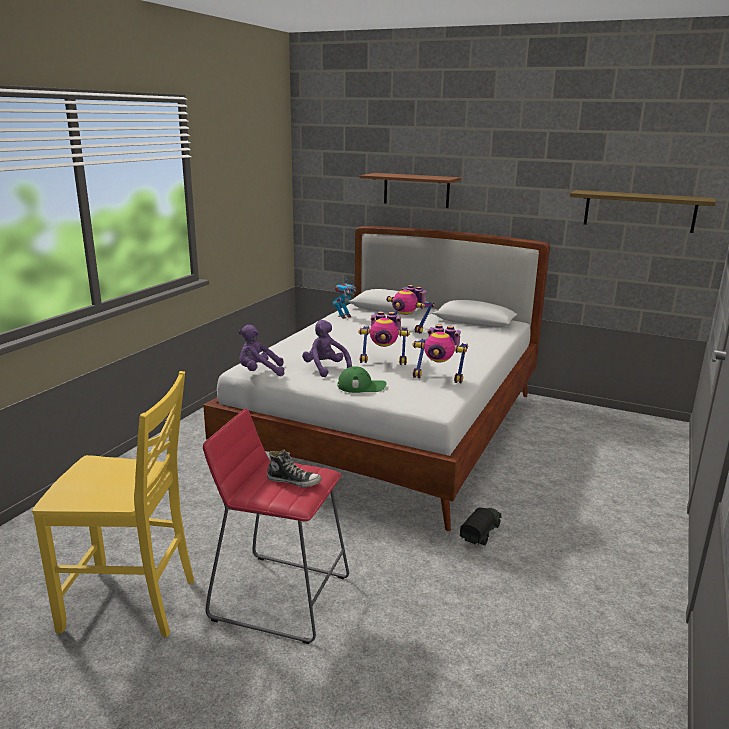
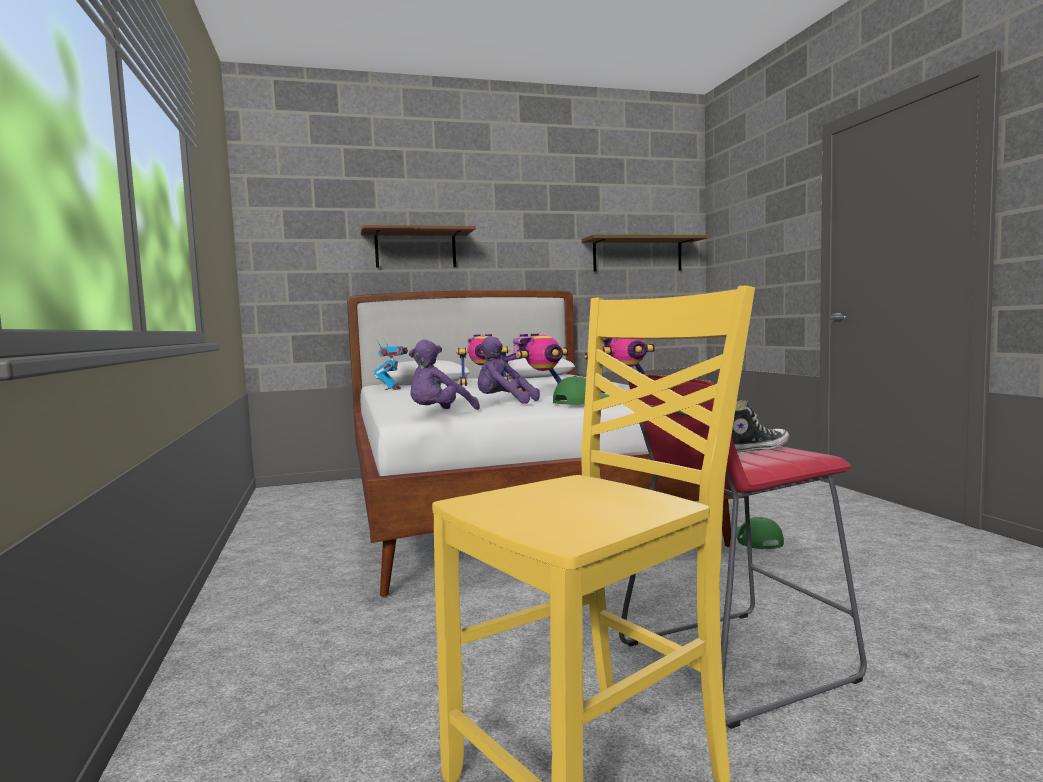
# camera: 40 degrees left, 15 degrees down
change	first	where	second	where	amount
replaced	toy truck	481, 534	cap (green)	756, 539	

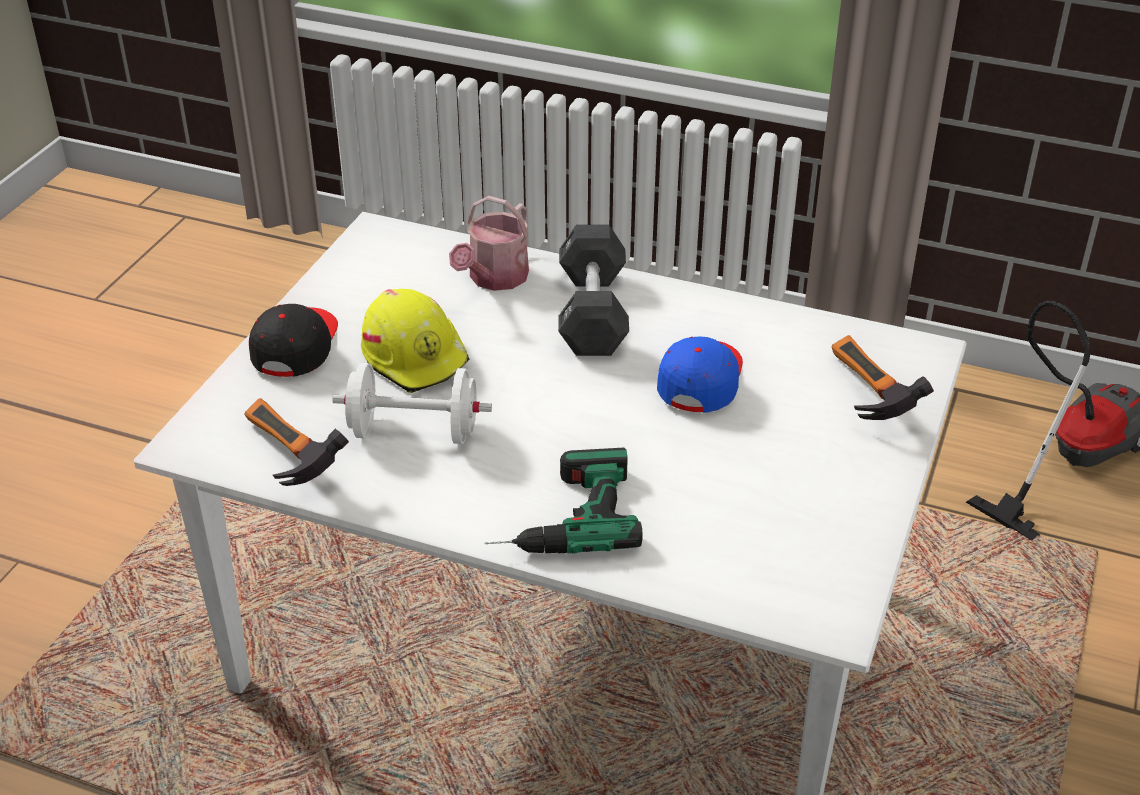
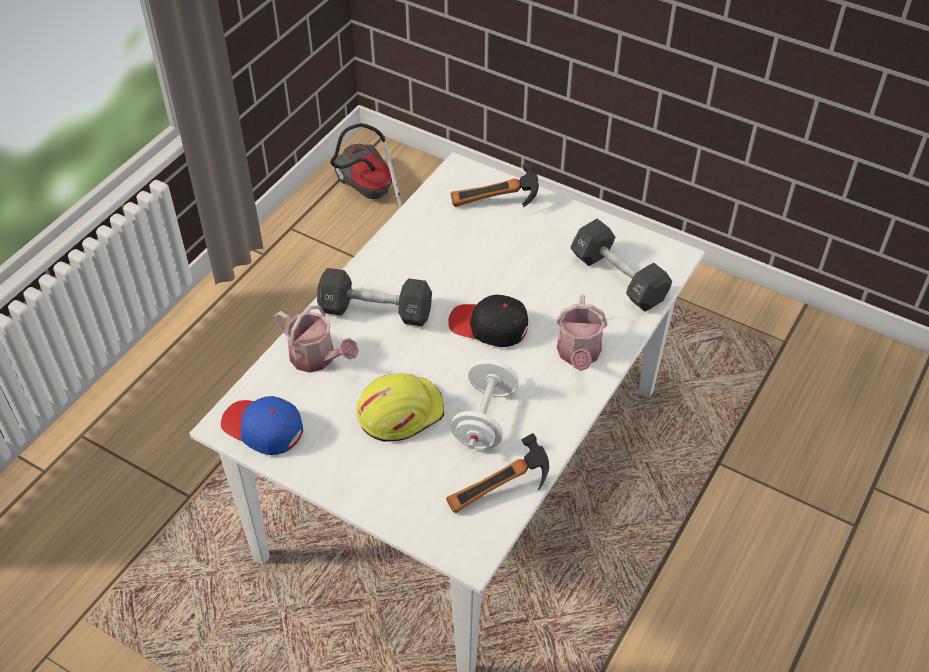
# camera: 80 degrees left, 10 degrees up
change	first	where	second	where	amount
moved	cap (black)	295, 346		489, 326	
moved	cap (blue-coloured)	700, 380		263, 429	
replaced	drill	559, 516	watering pot	578, 355	
added			hand weight (black)	618, 278	

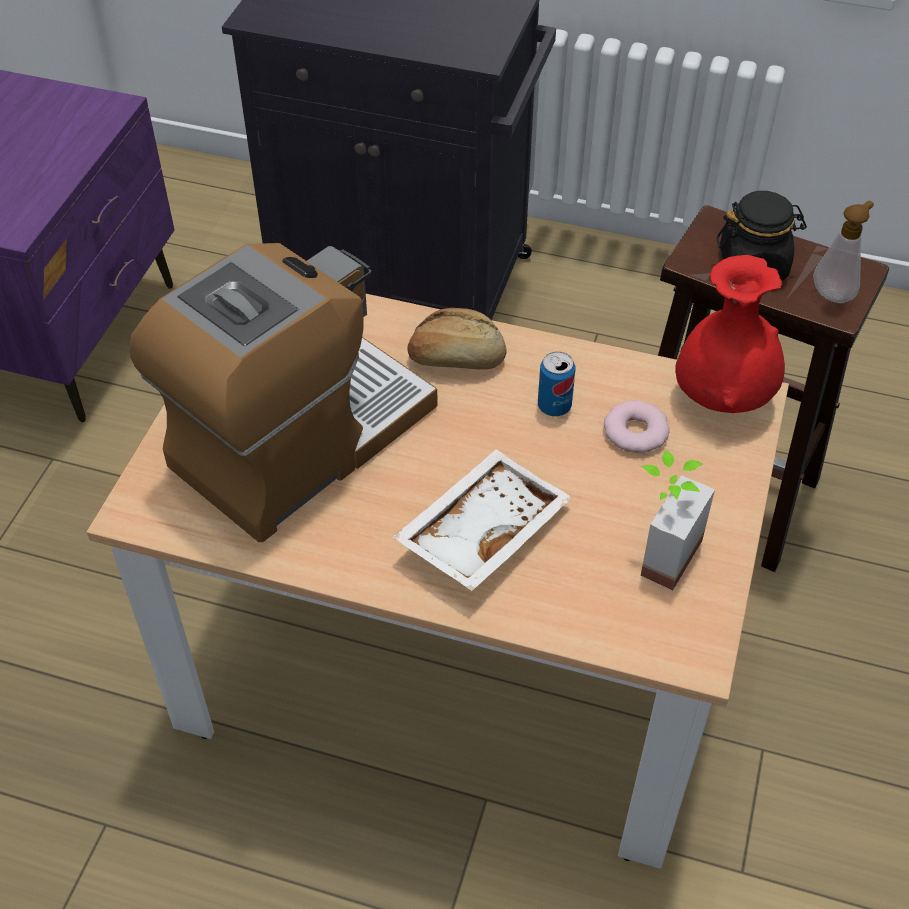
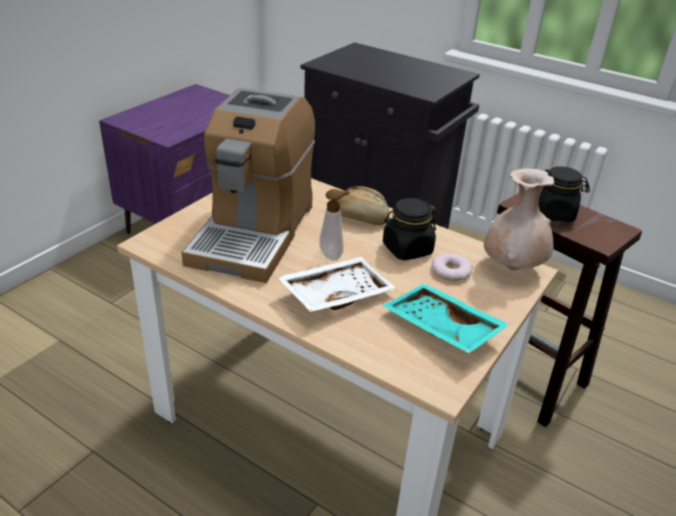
# camera: 15 degrees right, 15 degrees down
change	first	where	second	where	amount
moved	liquid soap bottle	834, 293		333, 255	
turned	coffee brewer	299, 440		254, 232	135 degrees clockwise
recoloured	flower vase (red-coloured)	722, 398	flower vase (beige-coloured)	512, 267	
replaced	can	554, 406	preserve jar (black)	407, 249	
replaced	potted plant	657, 551	tray (turquoise)	440, 329	

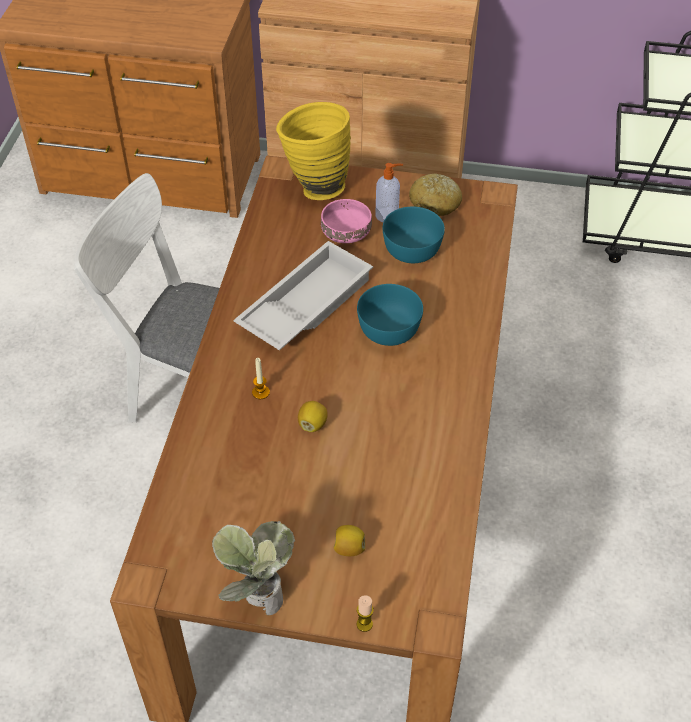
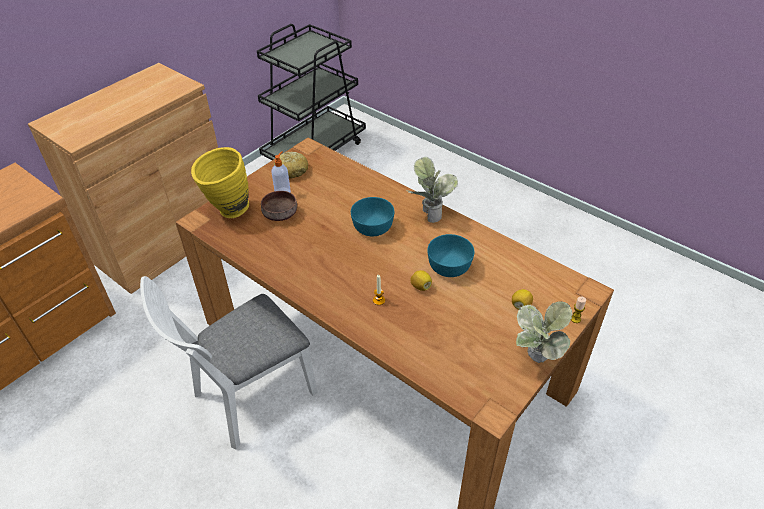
# camera: 60 degrees left, 5 degrees down
change	first	where	second	where	amount
recoloured	bowl (pink)	346, 231	bowl (brownish)	279, 213	
moved	bowl (turquoise)	411, 249		449, 266	
removed	tray (whitish)	304, 304			
added			potted plant	429, 213	

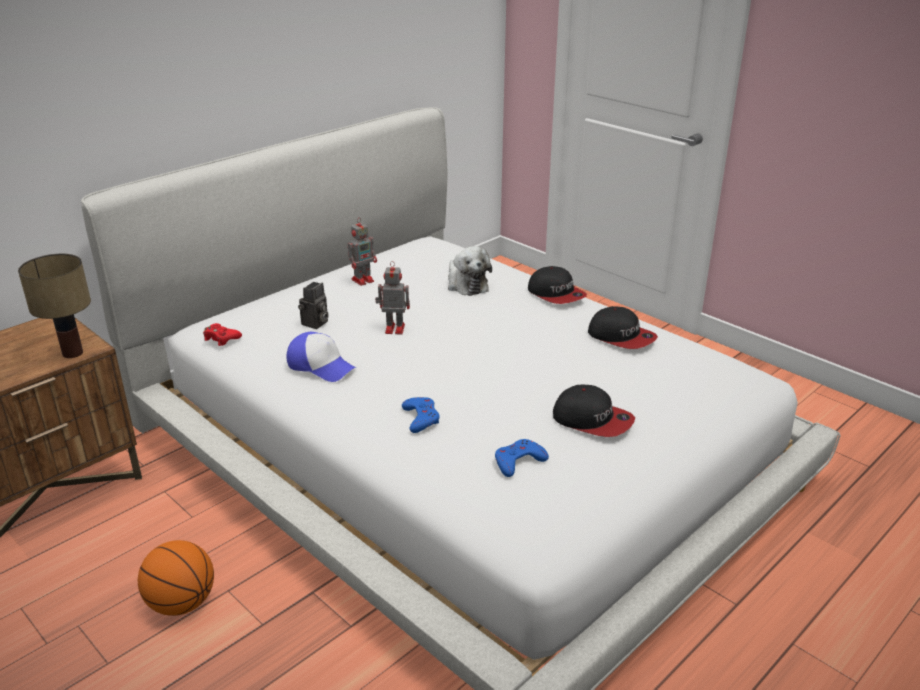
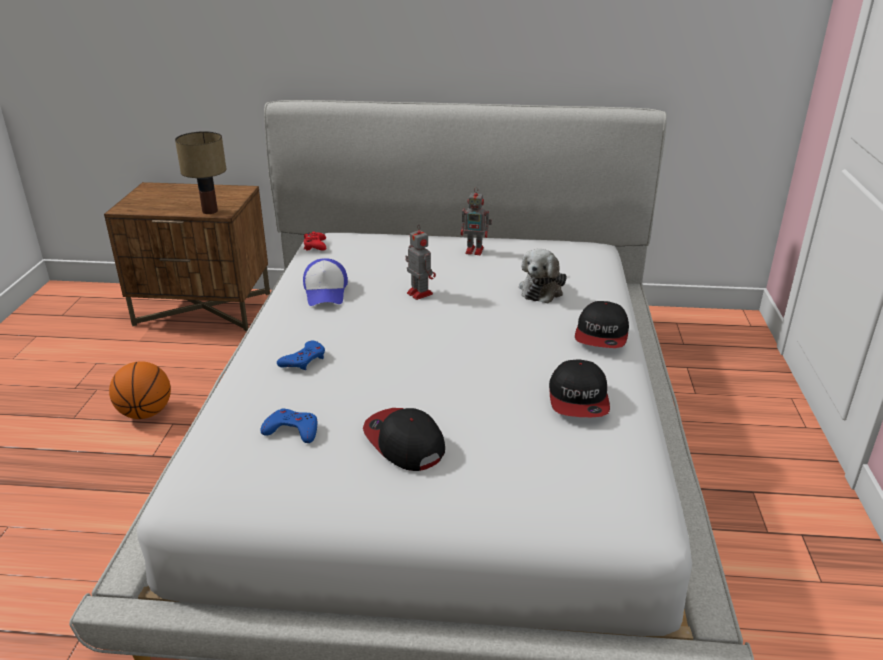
# camera: 50 degrees right, 0 degrees up
change	first	where	second	where	amount
removed	still camera	315, 324			
turned	cap	592, 420		403, 442	150 degrees clockwise

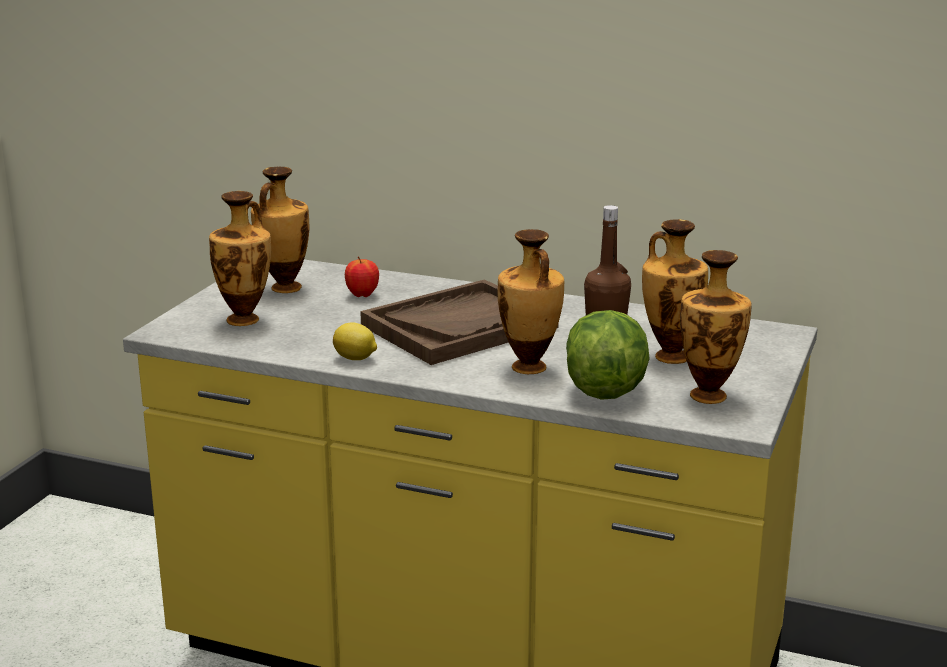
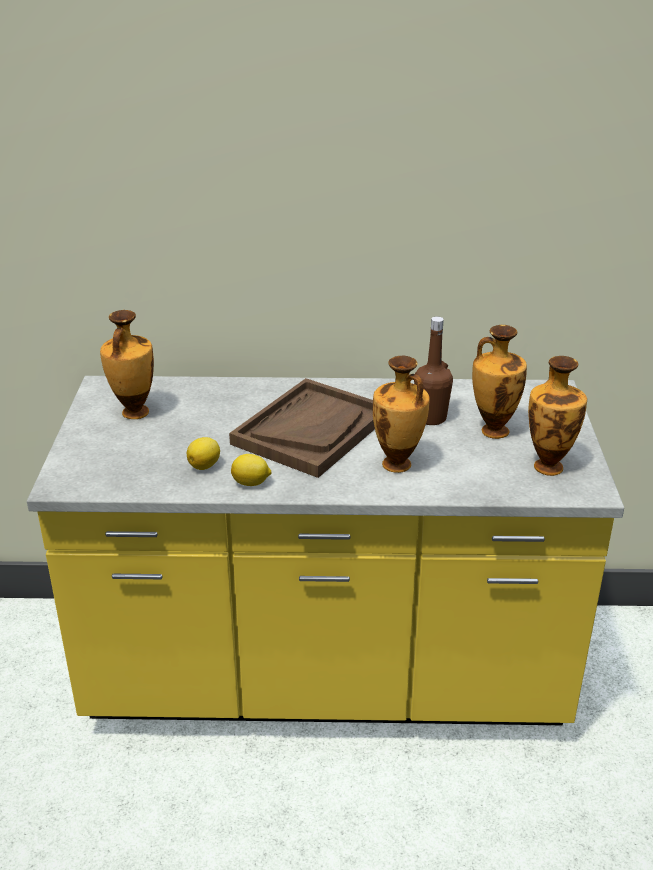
# camera: 20 degrees left, 10 degrees up
change	first	where	second	where	amount
removed	flower vase	245, 319			
removed	apple	362, 295			
removed	lettuce	605, 387			
added			lemon	205, 465	

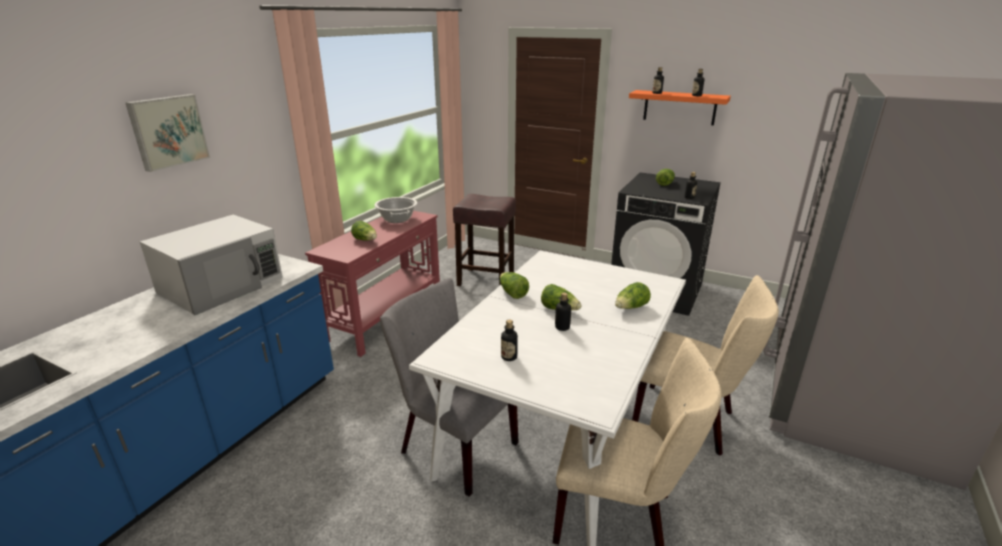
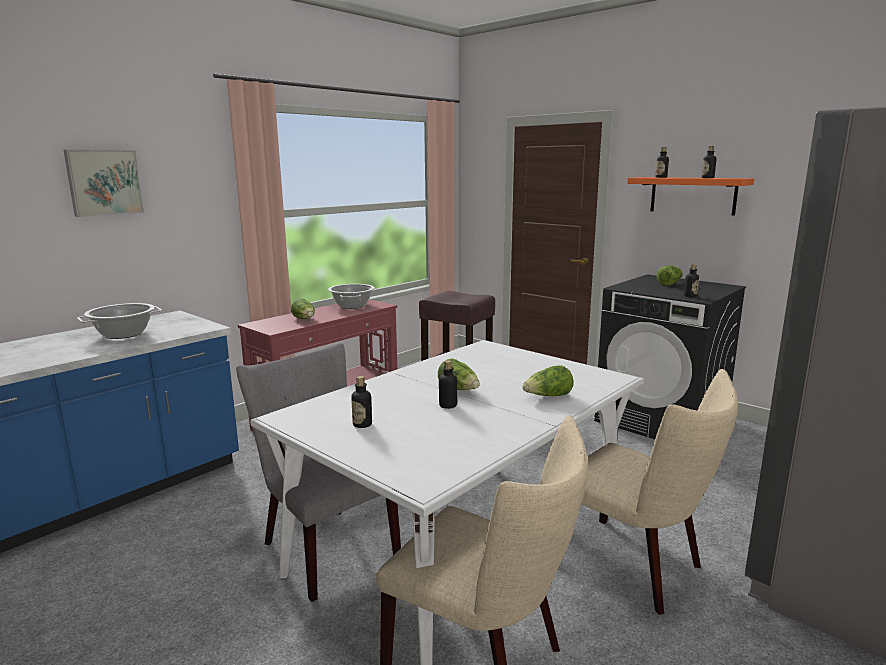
# camera: 15 degrees right, 10 degrees down
change	first	where	second	where	amount
replaced	microwave oven (whitish)	222, 285	saucepot	124, 334	
removed	lettuce	512, 293			

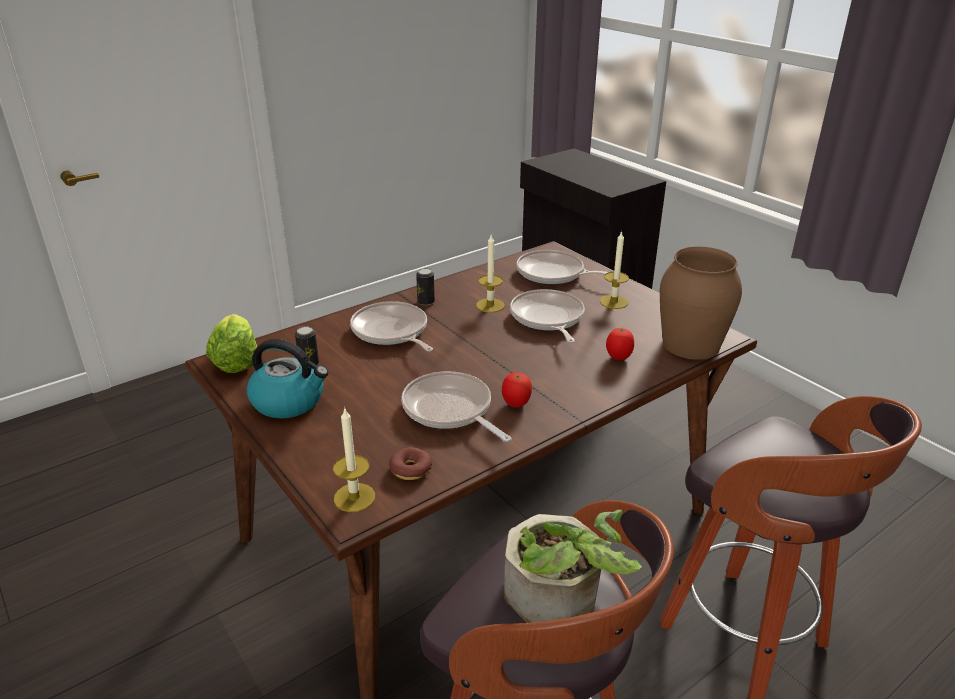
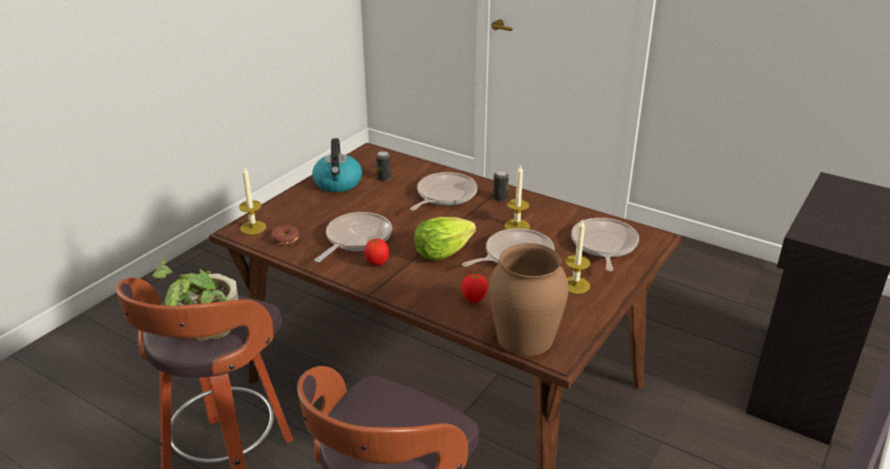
# camera: 70 degrees right, 0 degrees up
change	first	where	second	where	amount
moved	lettuce	236, 362		442, 252	

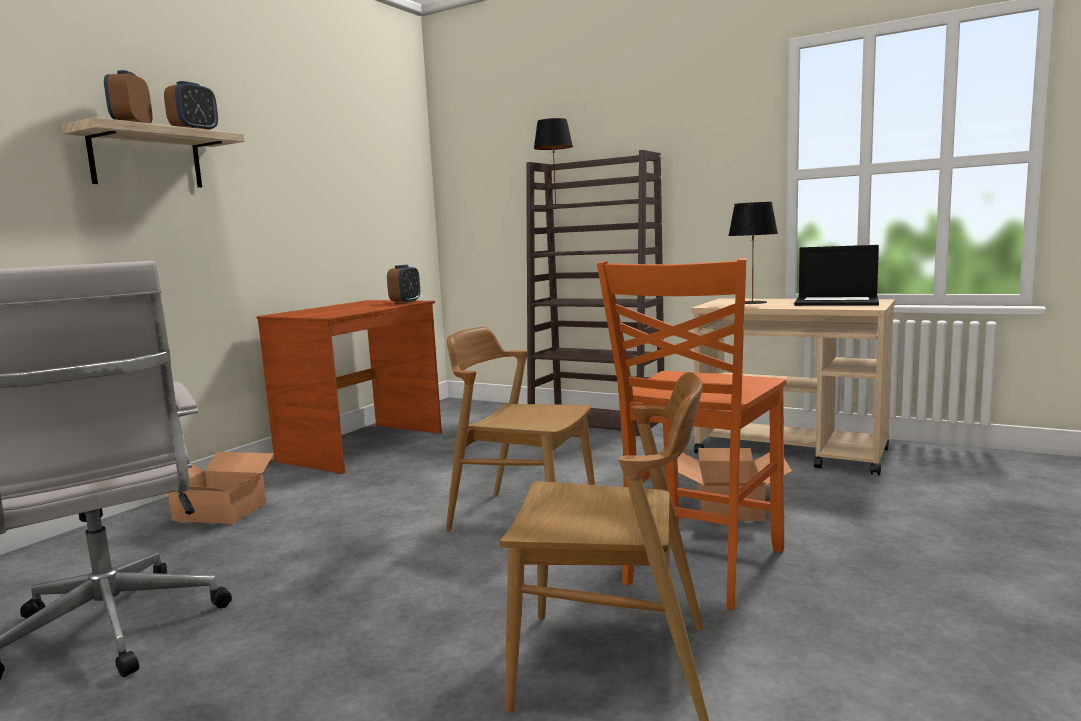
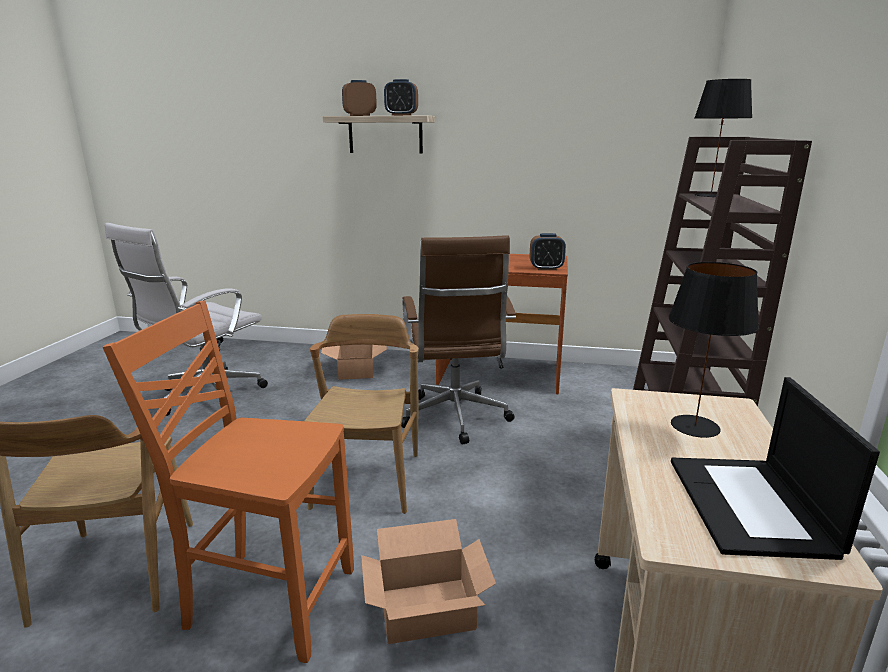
# camera: 70 degrees right, 10 degrees up
change	first	where	second	where	amount
added			office chair (brownish)	455, 419	

